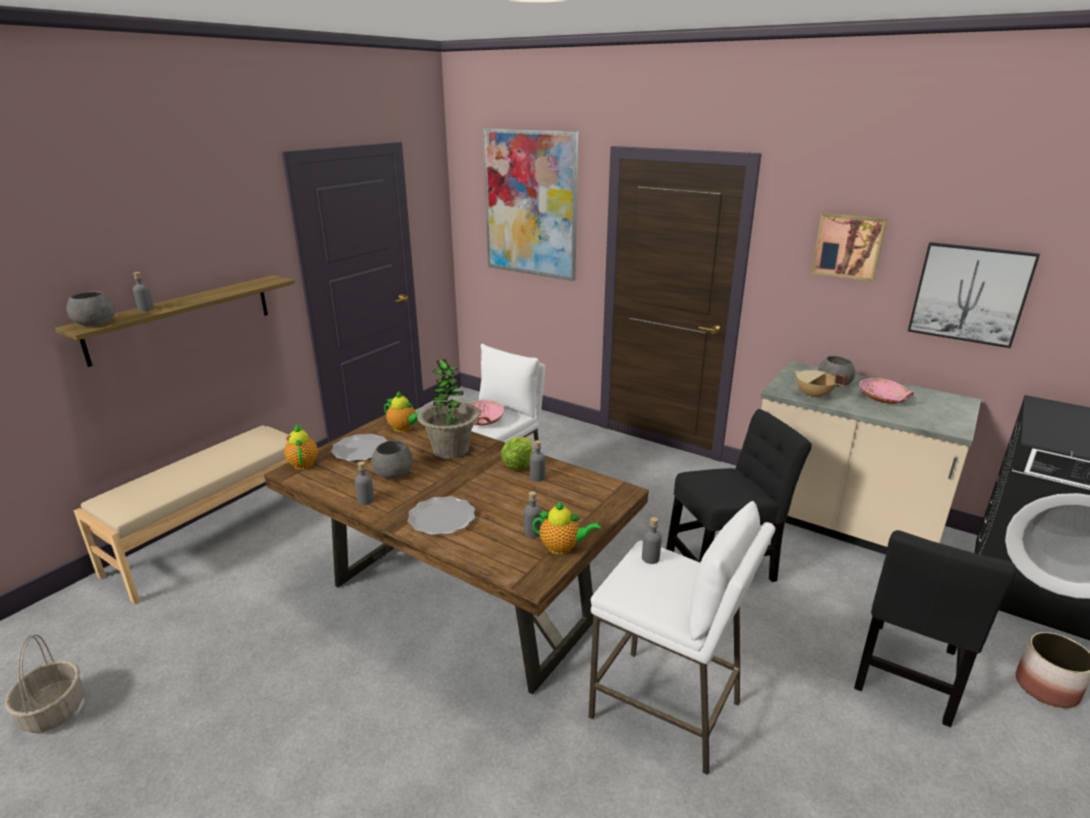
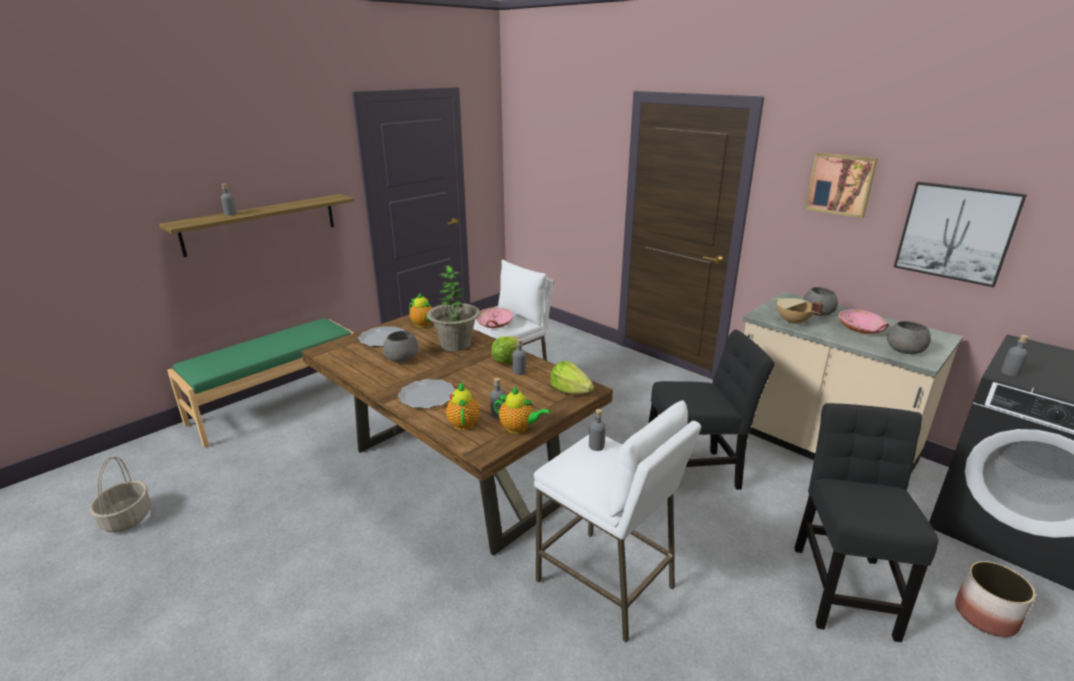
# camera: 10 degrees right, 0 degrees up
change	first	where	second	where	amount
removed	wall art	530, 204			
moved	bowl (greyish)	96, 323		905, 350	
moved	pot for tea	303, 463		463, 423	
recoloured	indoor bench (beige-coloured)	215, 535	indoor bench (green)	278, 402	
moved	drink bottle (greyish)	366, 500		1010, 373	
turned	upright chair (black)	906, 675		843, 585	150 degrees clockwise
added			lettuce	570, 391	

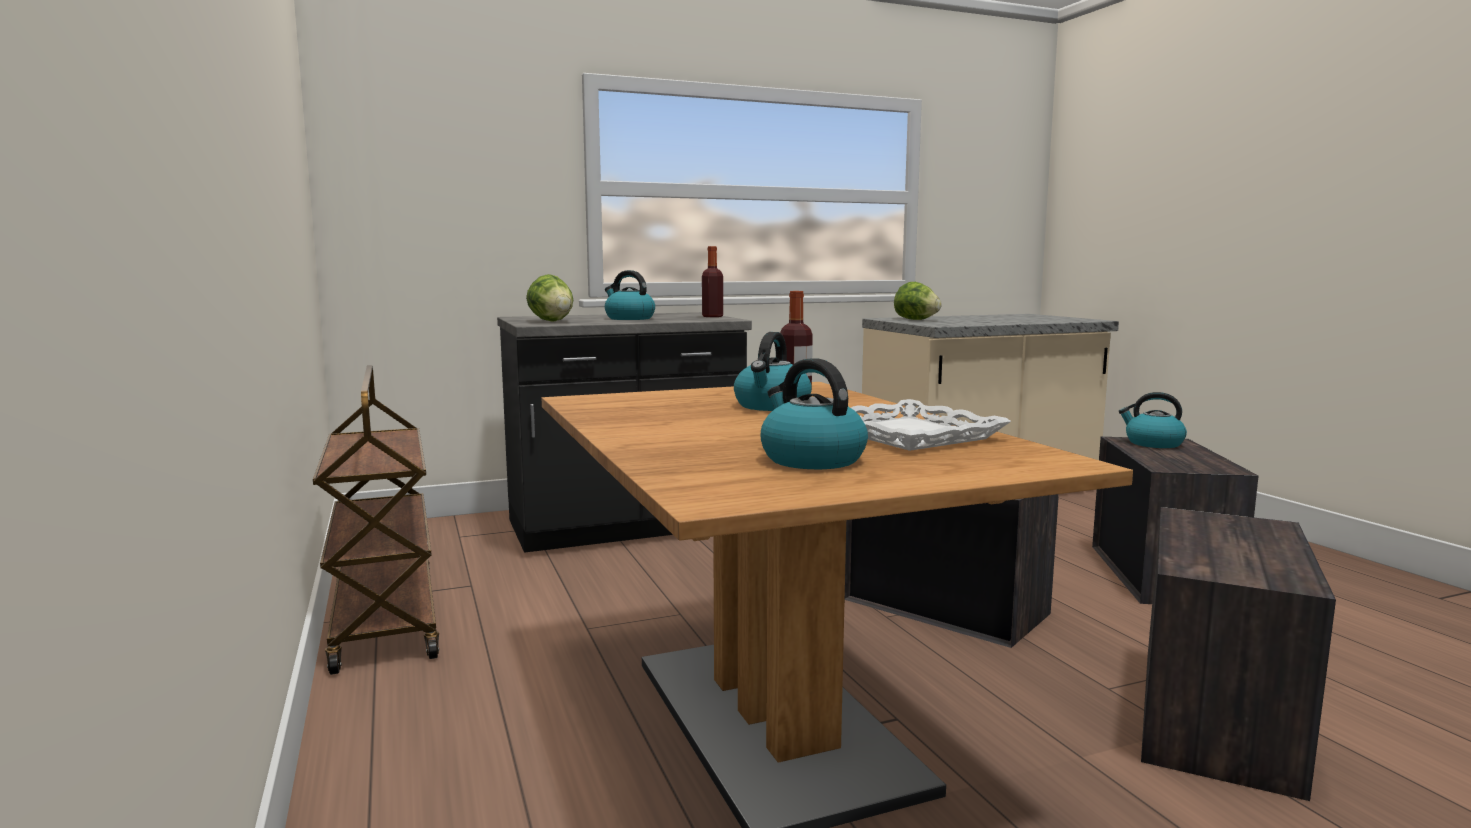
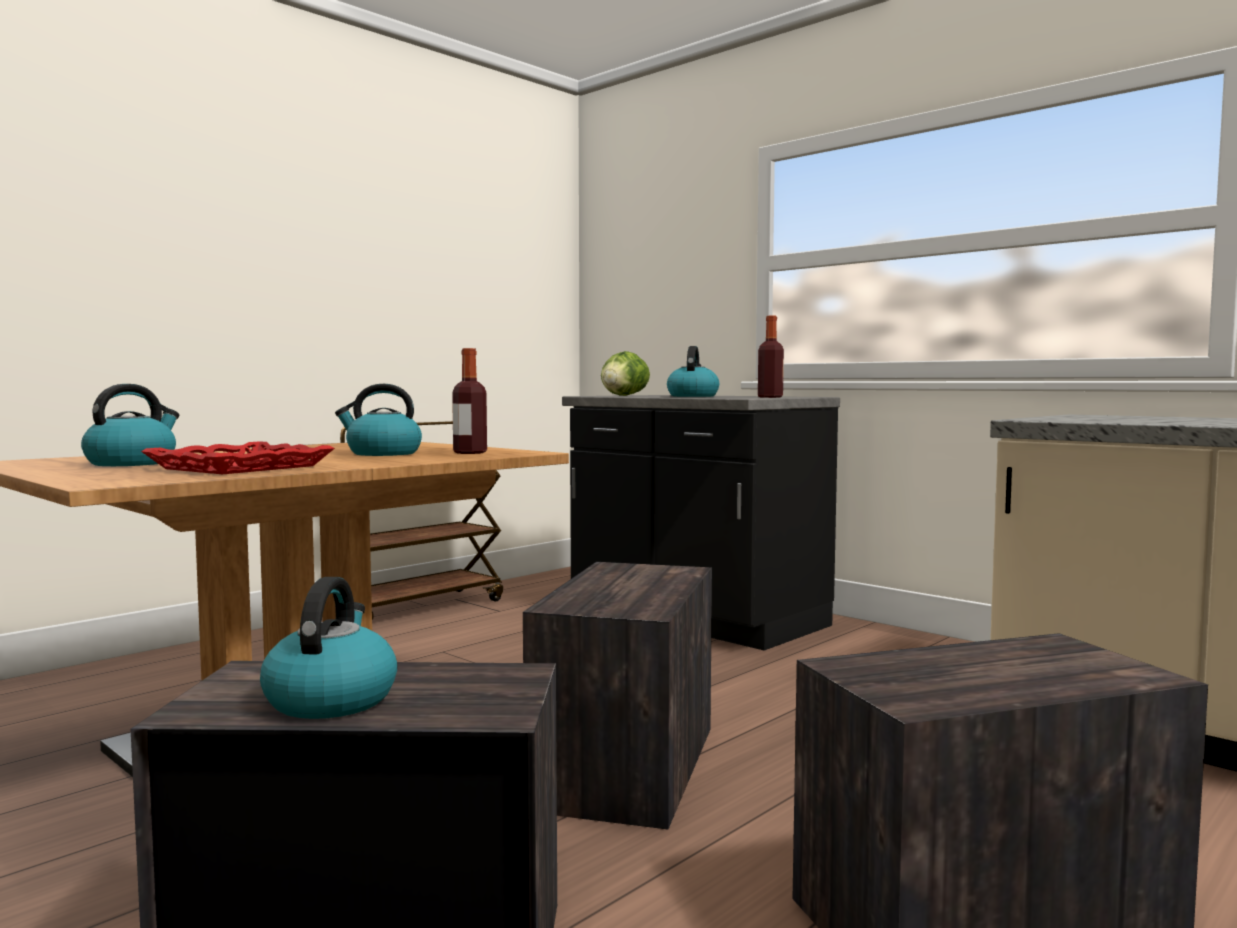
# camera: 65 degrees right, 5 degrees down
change	first	where	second	where	amount
removed	lettuce	916, 319			
moved	kettle	1153, 443		331, 699	
recoloured	tray (whitish)	908, 435	tray (red-coloured)	240, 467	

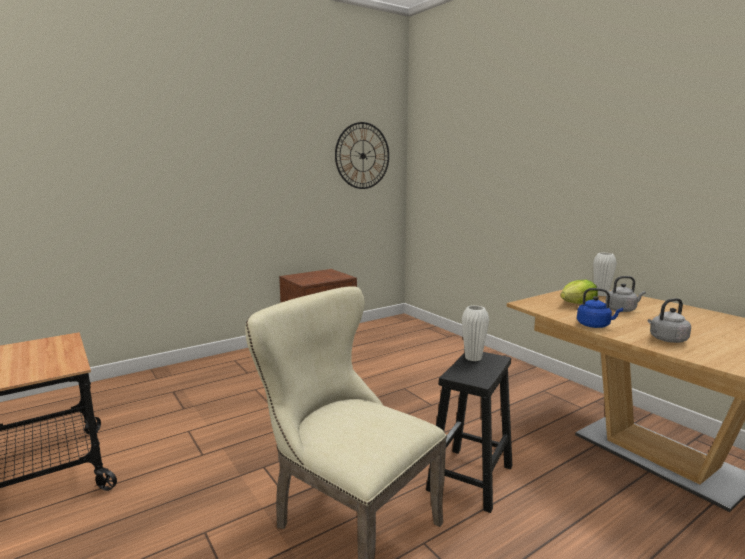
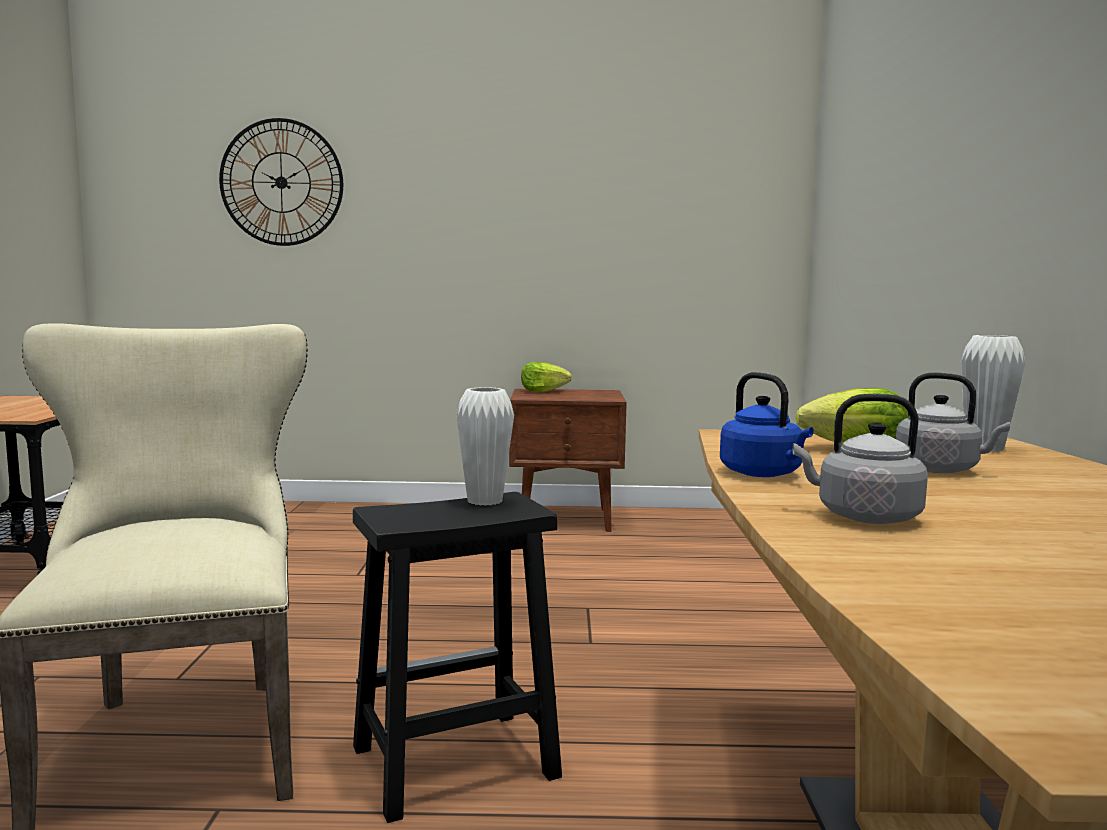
# camera: 35 degrees right, 5 degrees down
change	first	where	second	where	amount
moved	hanging clock	362, 156		281, 182	
added			lettuce	543, 391	

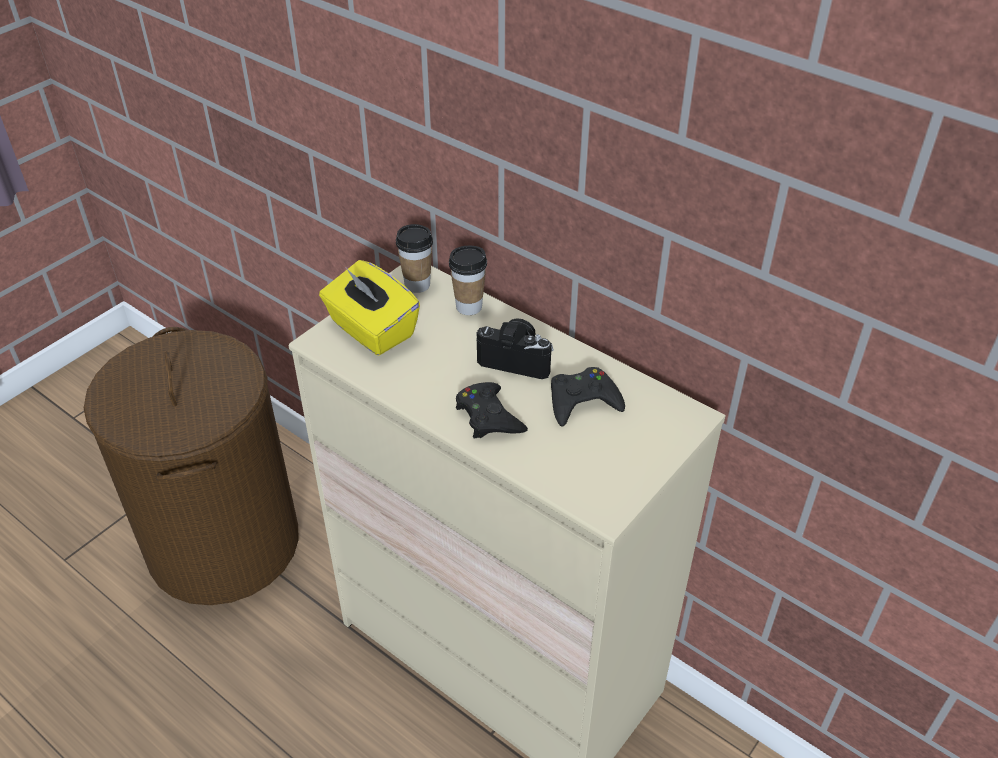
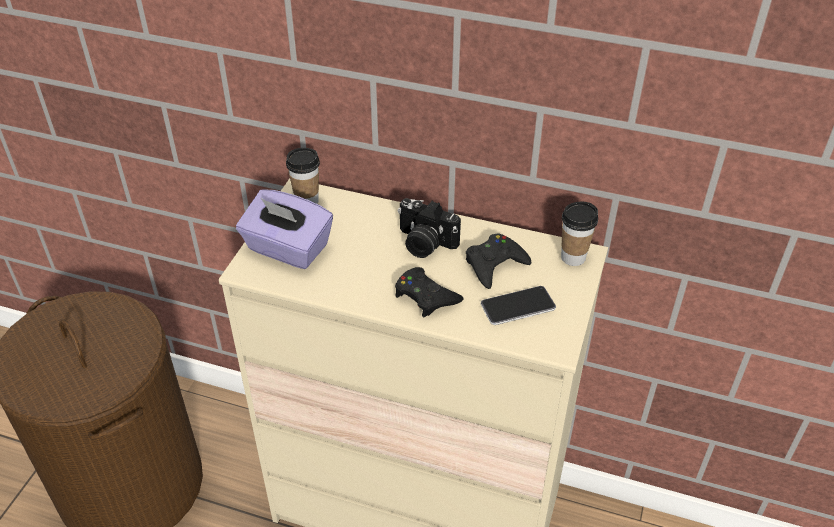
# camera: 20 degrees left, 0 degrees up
change	first	where	second	where	amount
moved	small cup	469, 307		573, 257	
recoloured	box of tissues (yellowish)	371, 330	box of tissues (purplish)	287, 249	
turned	still camera	517, 359		424, 243	150 degrees counterclockwise
added			telephone	518, 306	

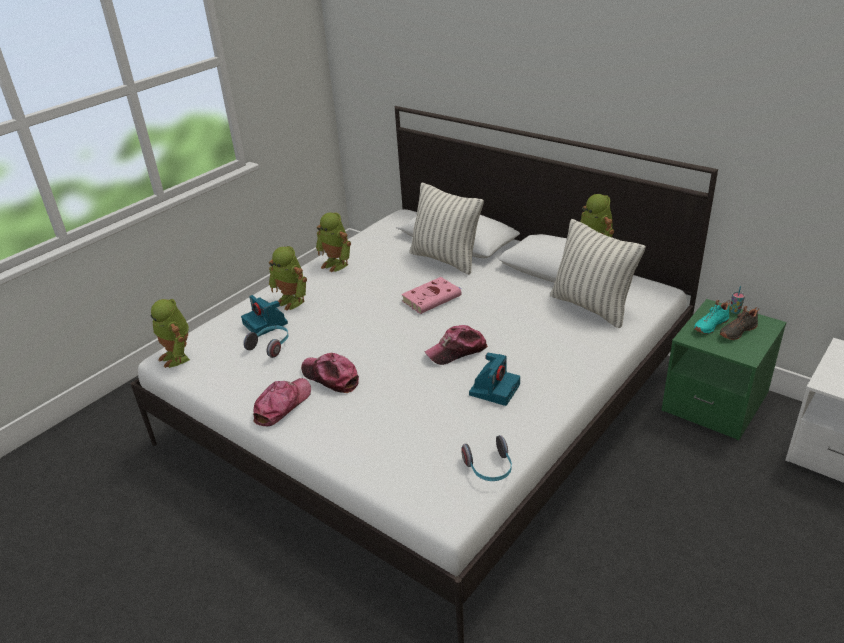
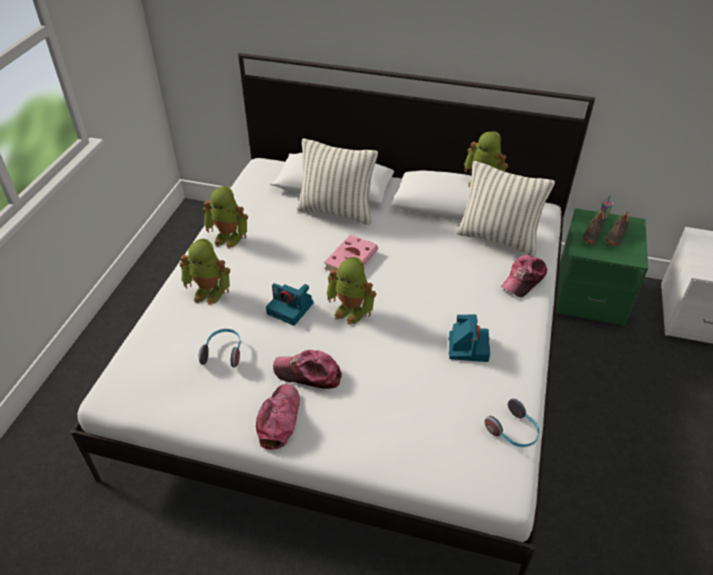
# camera: 25 degrees left, 10 degrees up
change	first	where	second	where	amount
moved	still camera	266, 324		291, 308	
moved	robot figure	178, 357		351, 311	
recoloured	low shoe (turquoise)	710, 325	low shoe (black)	592, 234	
moved	cap	457, 351		524, 280	

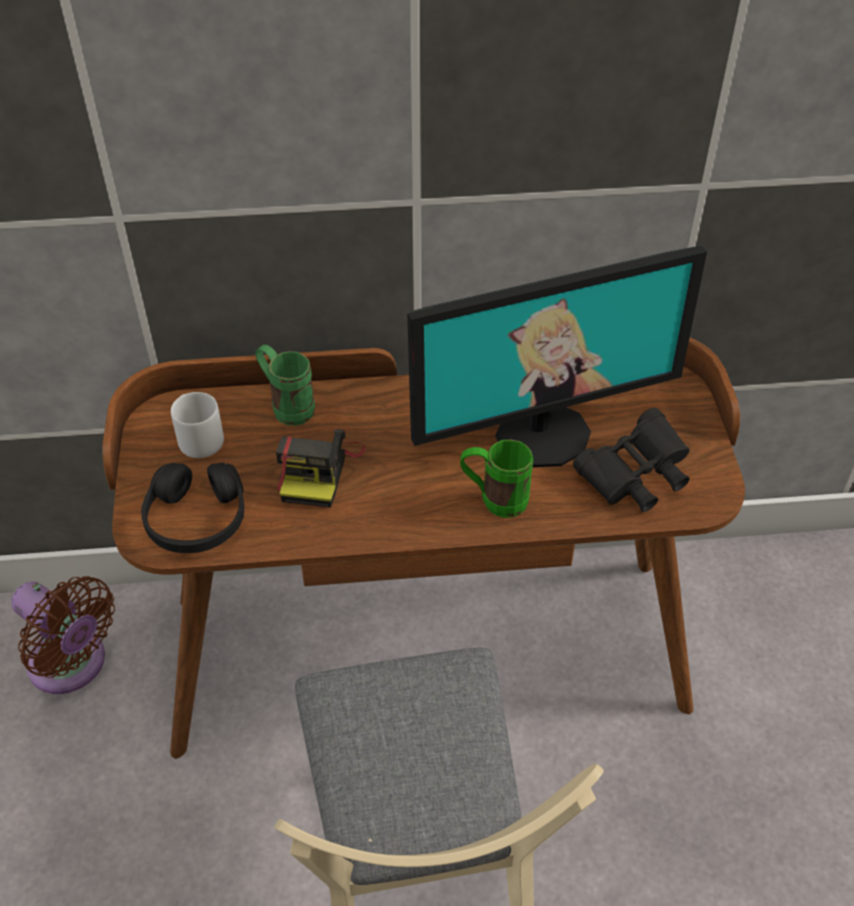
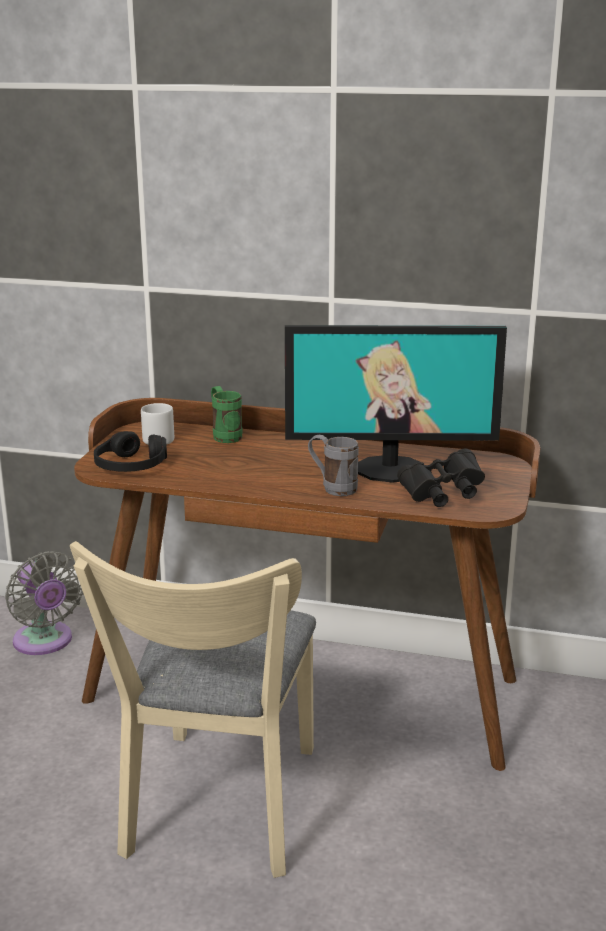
# camera: 20 degrees right, 25 degrees down
change	first	where	second	where	amount
removed	still camera	318, 471			
recoloured	coffee mug (green)	494, 500	coffee mug (greyish)	332, 488	
recoloured	cooling fan (brownish)	72, 665	cooling fan (greyish)	45, 642	

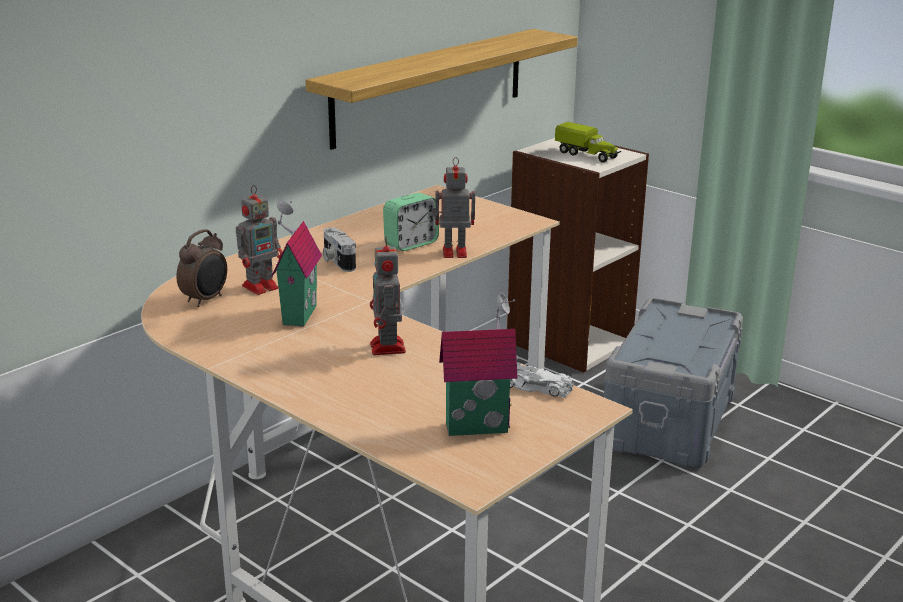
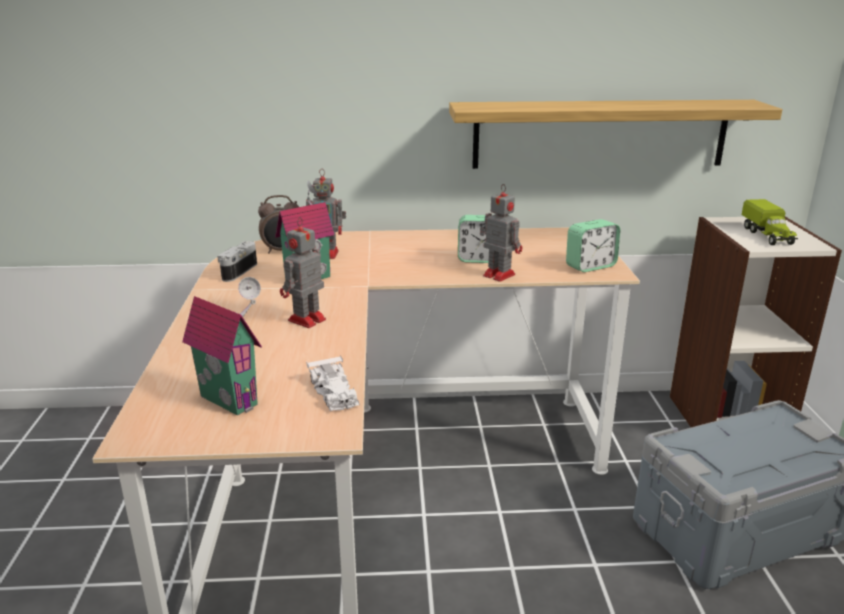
# camera: 45 degrees right, 0 degrees up
change	first	where	second	where	amount
moved	still camera	336, 261		237, 271	
added			bedside clock	590, 266	

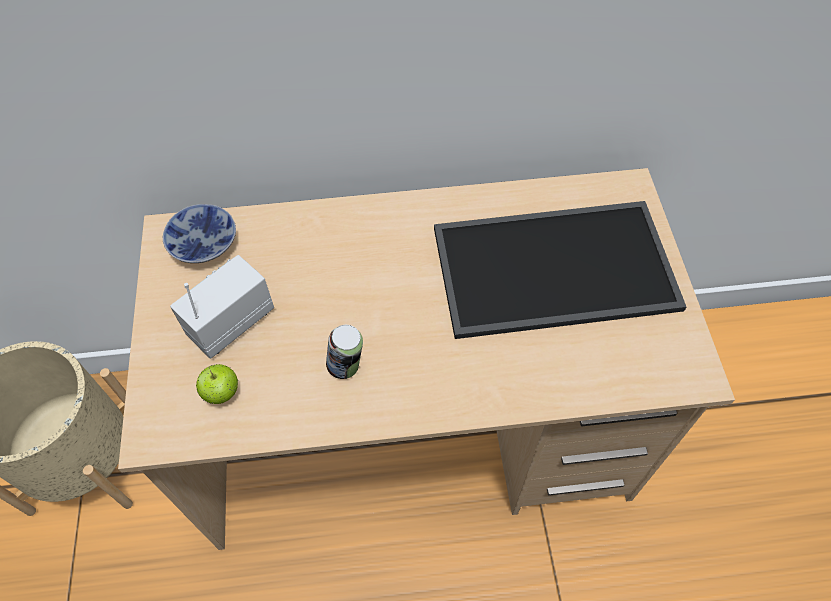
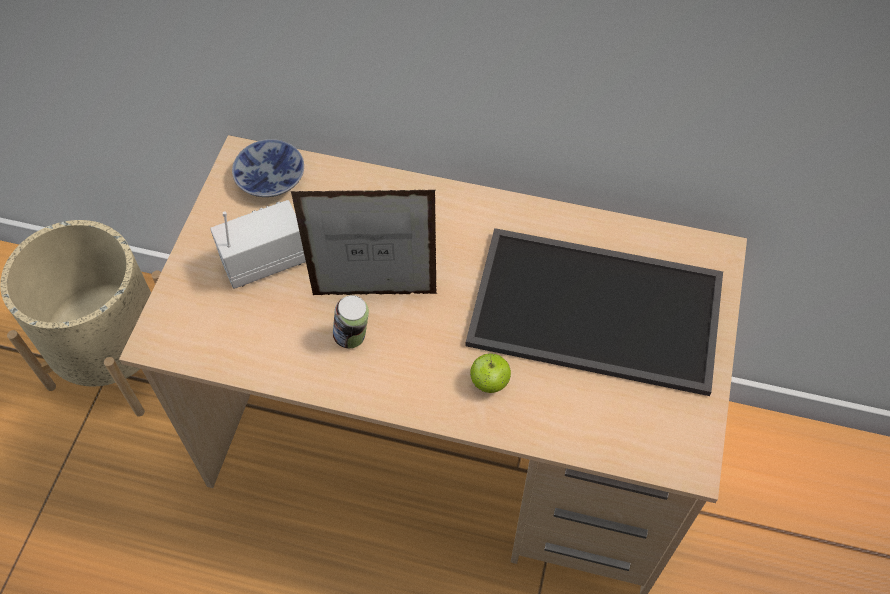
# camera: 20 degrees right, 0 degrees up
change	first	where	second	where	amount
moved	apple	222, 392		489, 382	
added			photo frame	375, 294	

